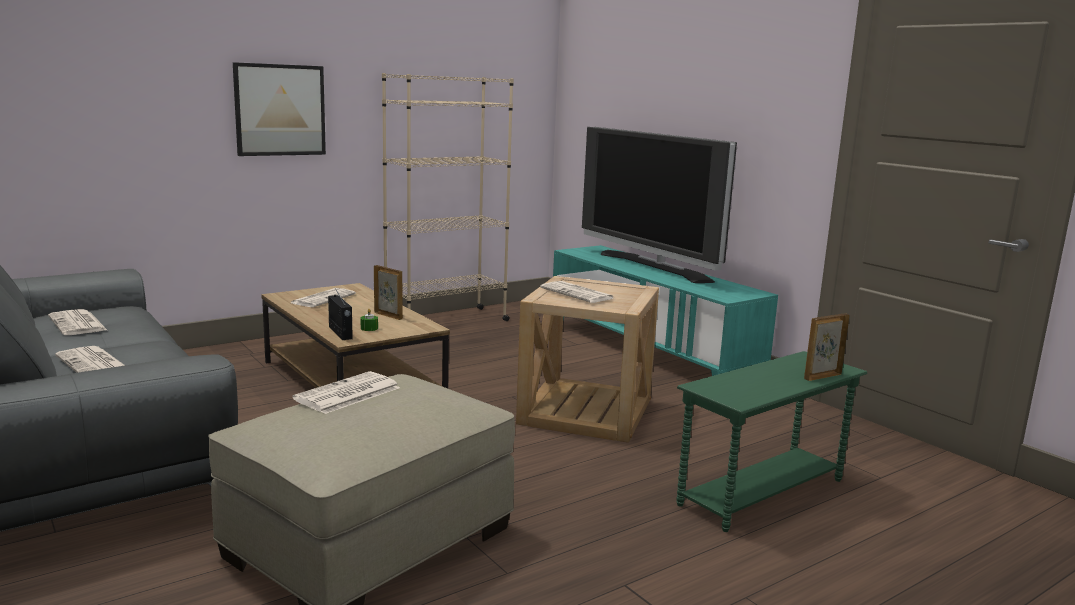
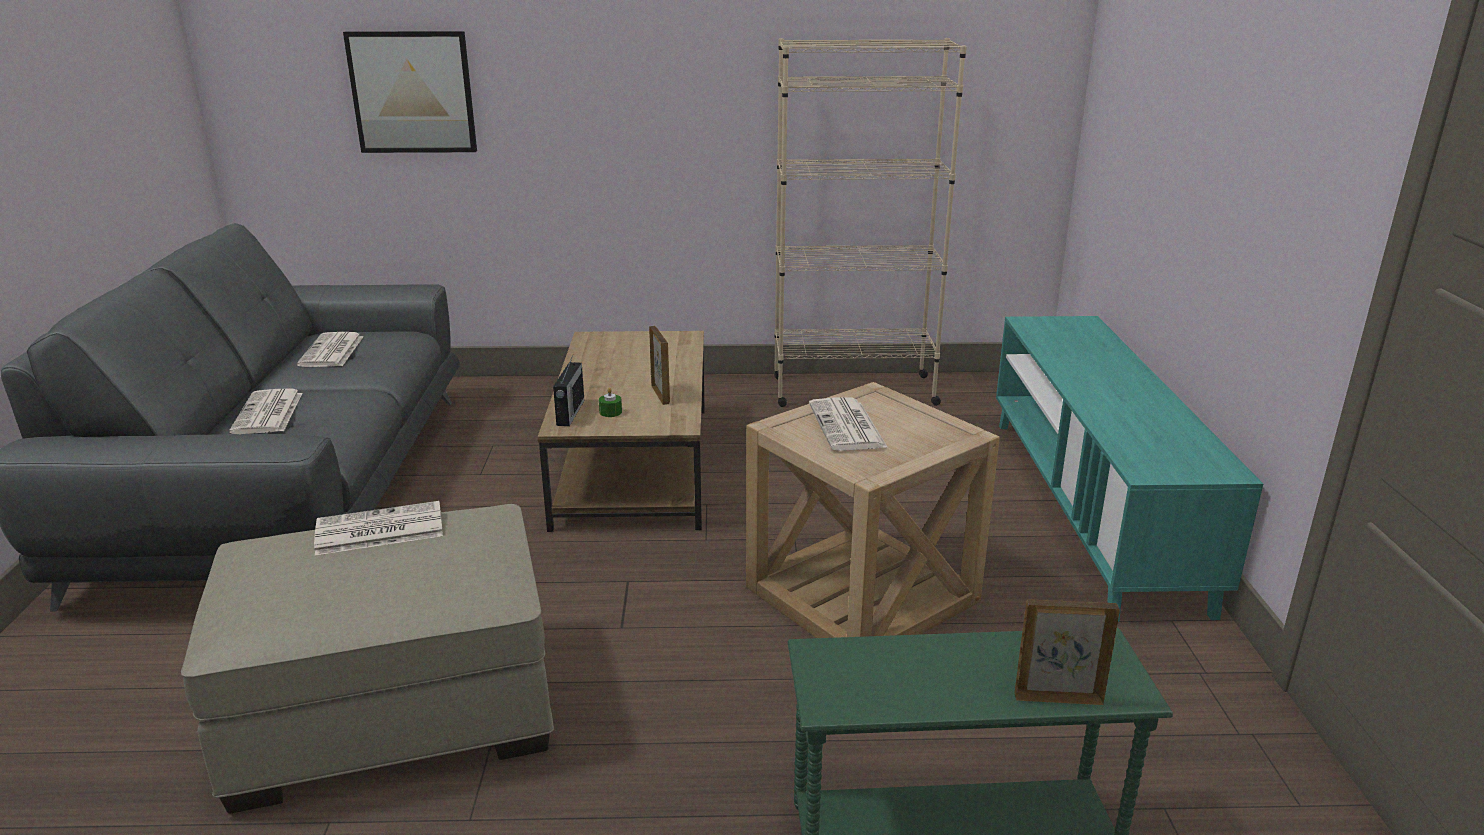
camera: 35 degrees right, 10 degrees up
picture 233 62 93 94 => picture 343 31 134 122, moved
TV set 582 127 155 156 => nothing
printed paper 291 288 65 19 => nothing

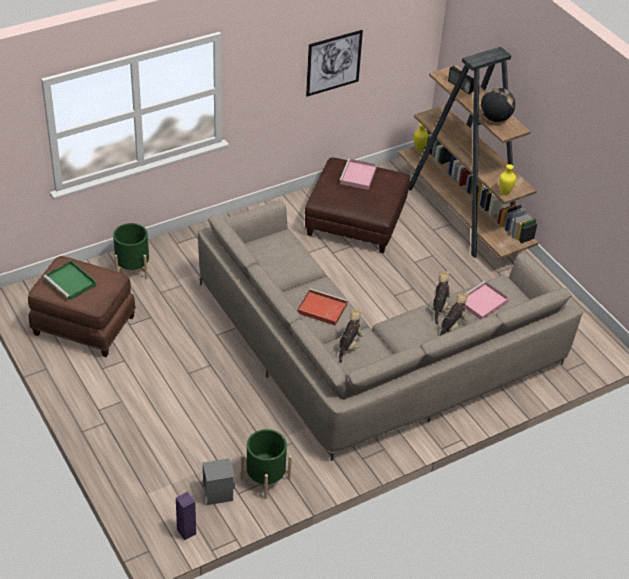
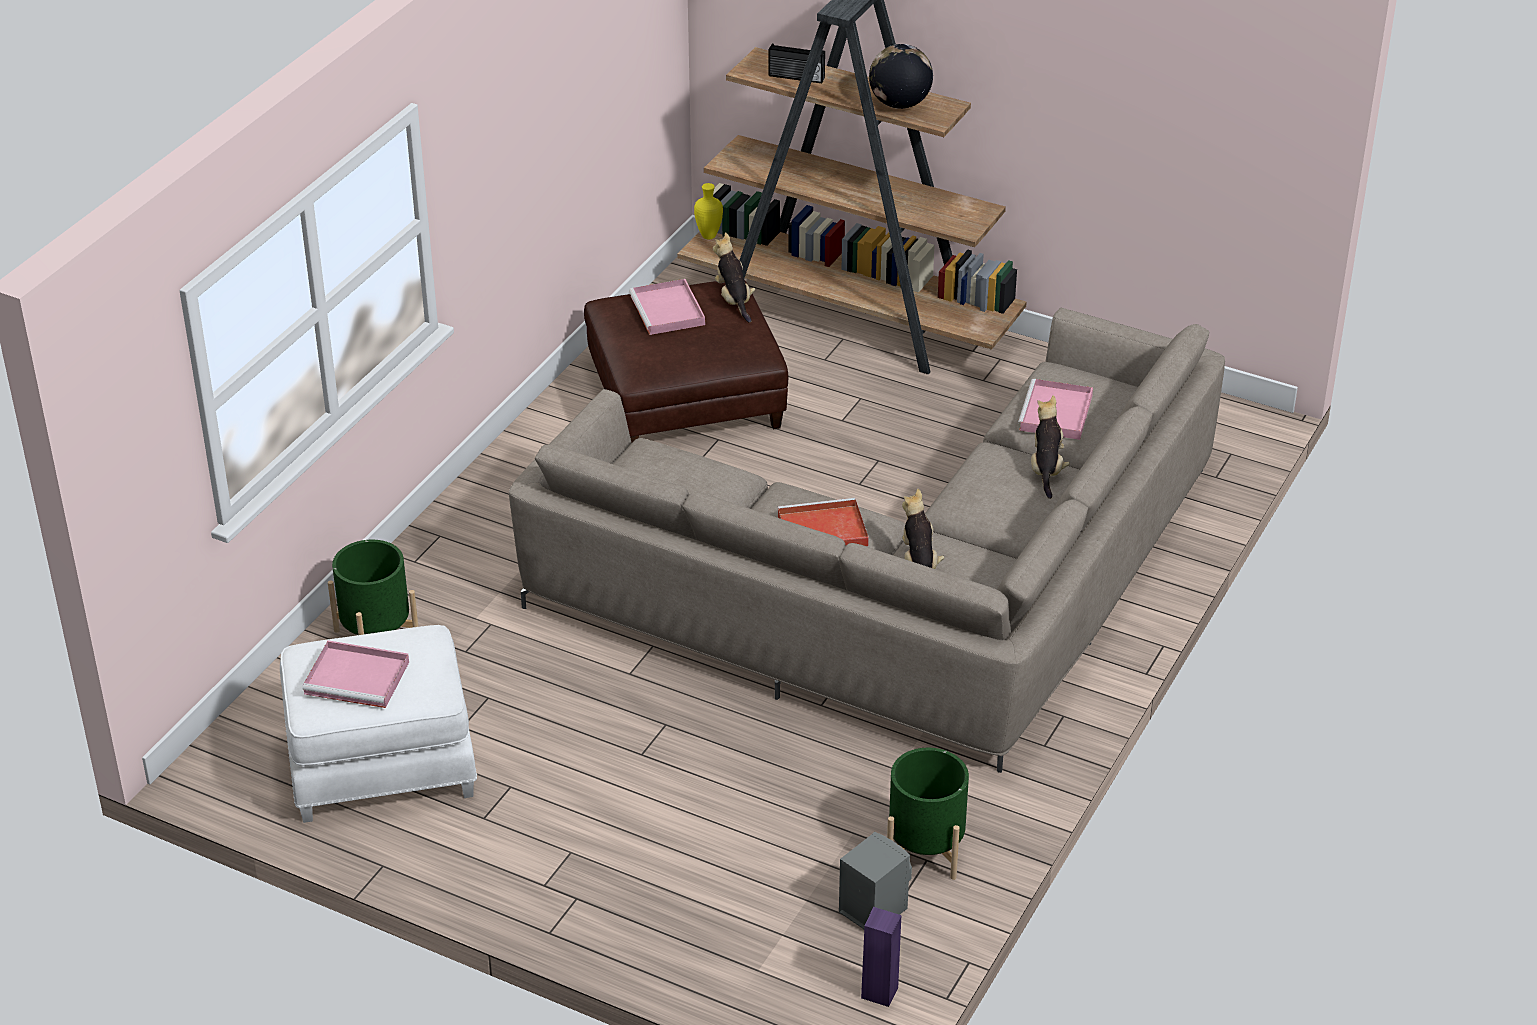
camera: 30 degrees left, 5 degrees down
picture 306 30 57 67 => nothing
yellow-coloured decorative vase 499 164 17 31 => nothing
brown pouffe 28 256 108 101 => white pouffe 280 625 197 198
green carrying tray 44 261 52 40 => pink-coloured carrying tray 302 640 107 68
cuddly toy 431 270 20 55 => cuddly toy 713 232 42 91, moved

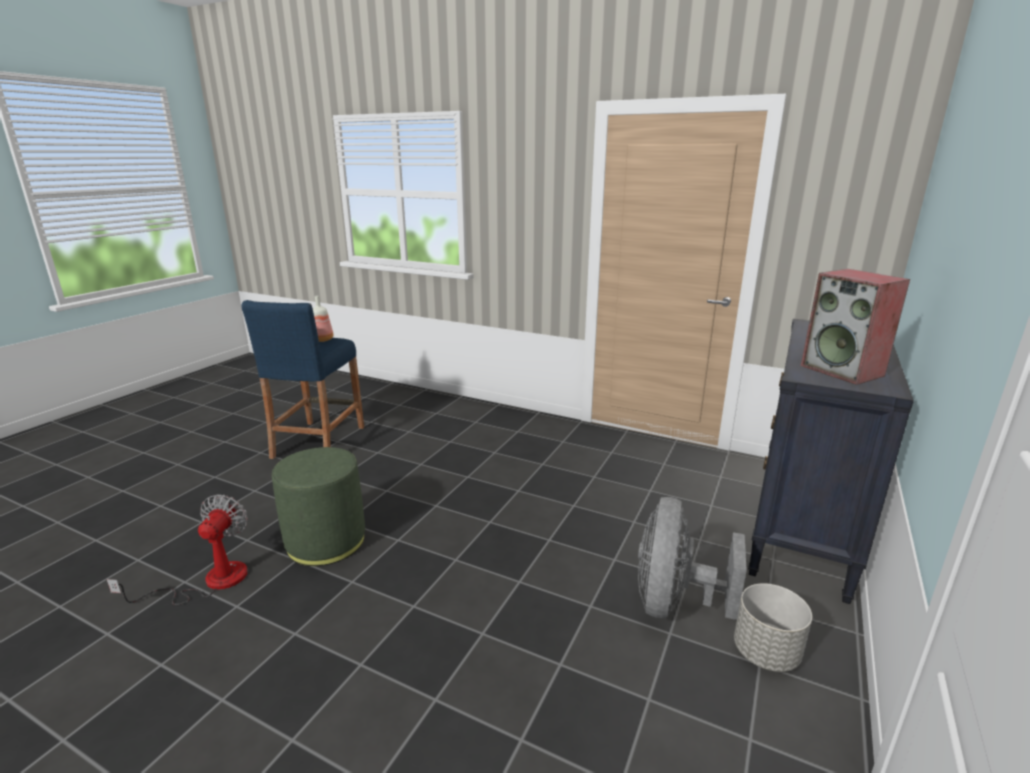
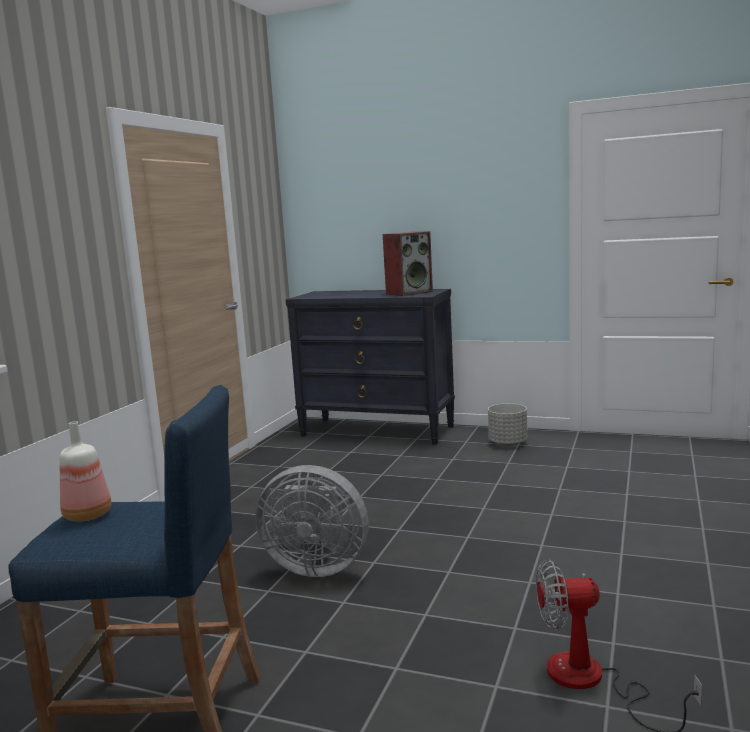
camera: 95 degrees left, 10 degrees down
green pouffe 272 447 93 119 => nothing
grey fan 638 497 109 123 => grey fan 256 465 113 112, moved

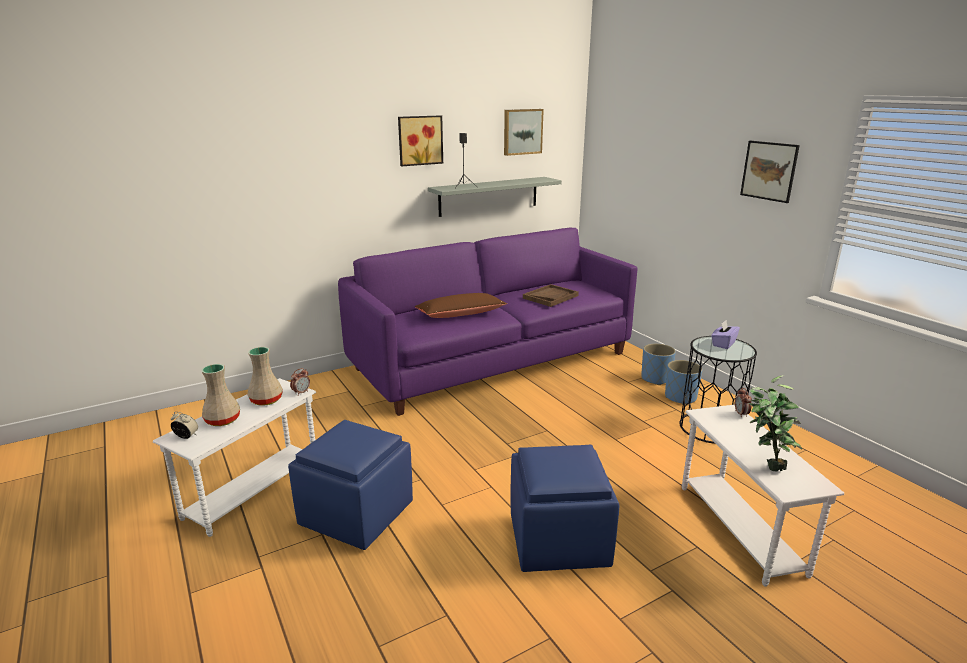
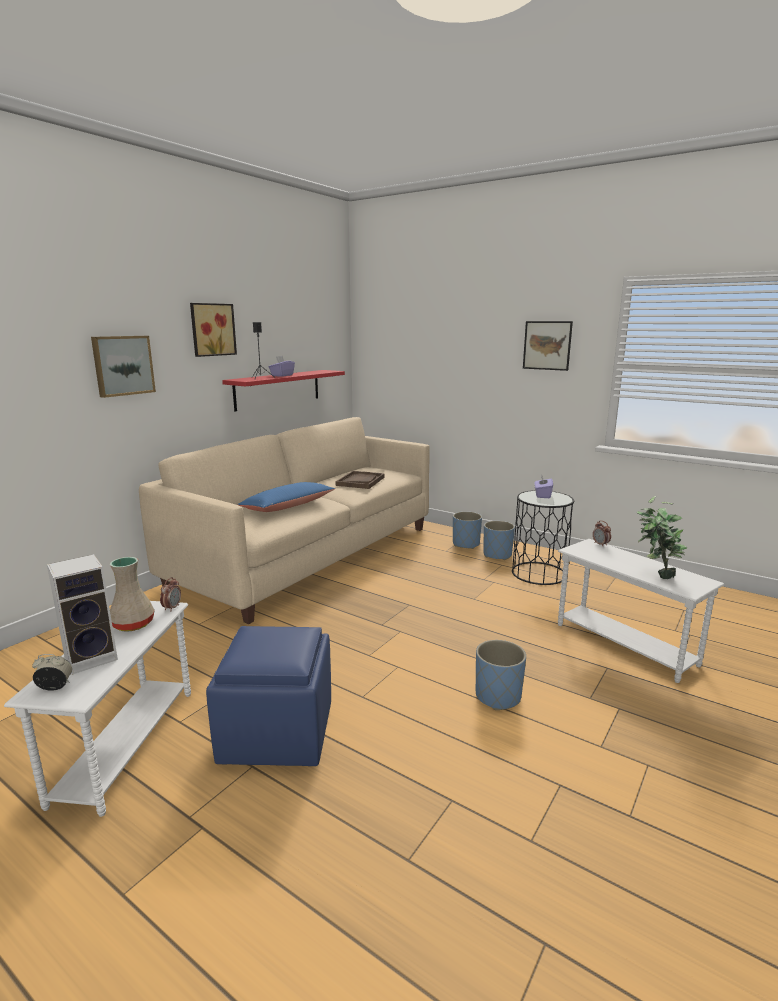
camera: 25 degrees left, 5 degrees down
picture 504 109 40 47 => picture 91 336 65 62, moved
grey shelf 428 177 134 40 => reddish shelf 222 370 123 42
purplish settee 338 228 299 188 => beige settee 139 417 291 207
brown cushion 415 293 92 25 => bluish cushion 237 482 98 30
beige decorative vase 201 364 39 62 => speaker 47 554 71 121
bluish pouffe 511 445 108 127 => bluish plant pot 476 640 50 70
nothing => purplish box of tissues 269 356 26 21

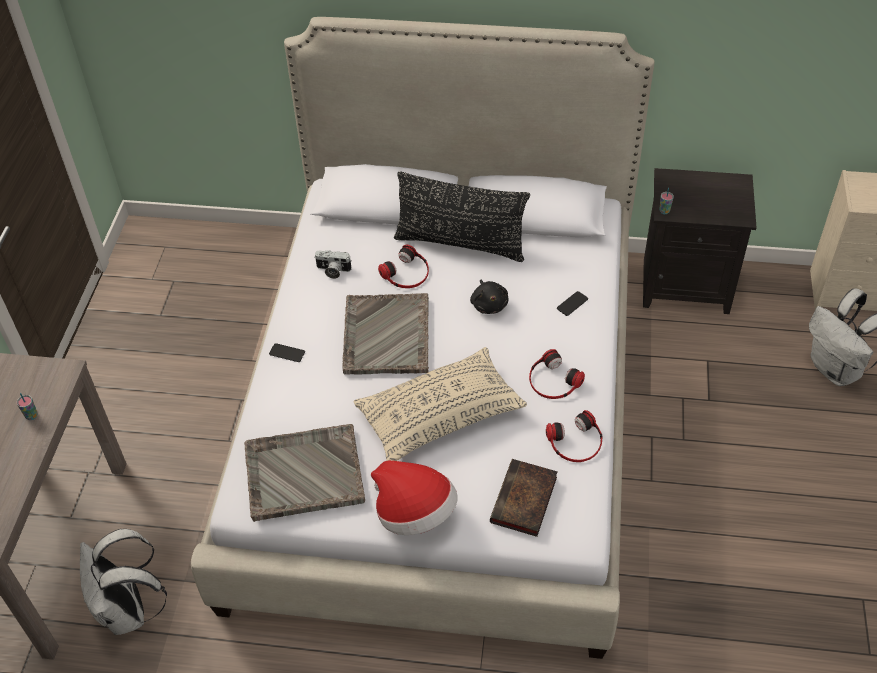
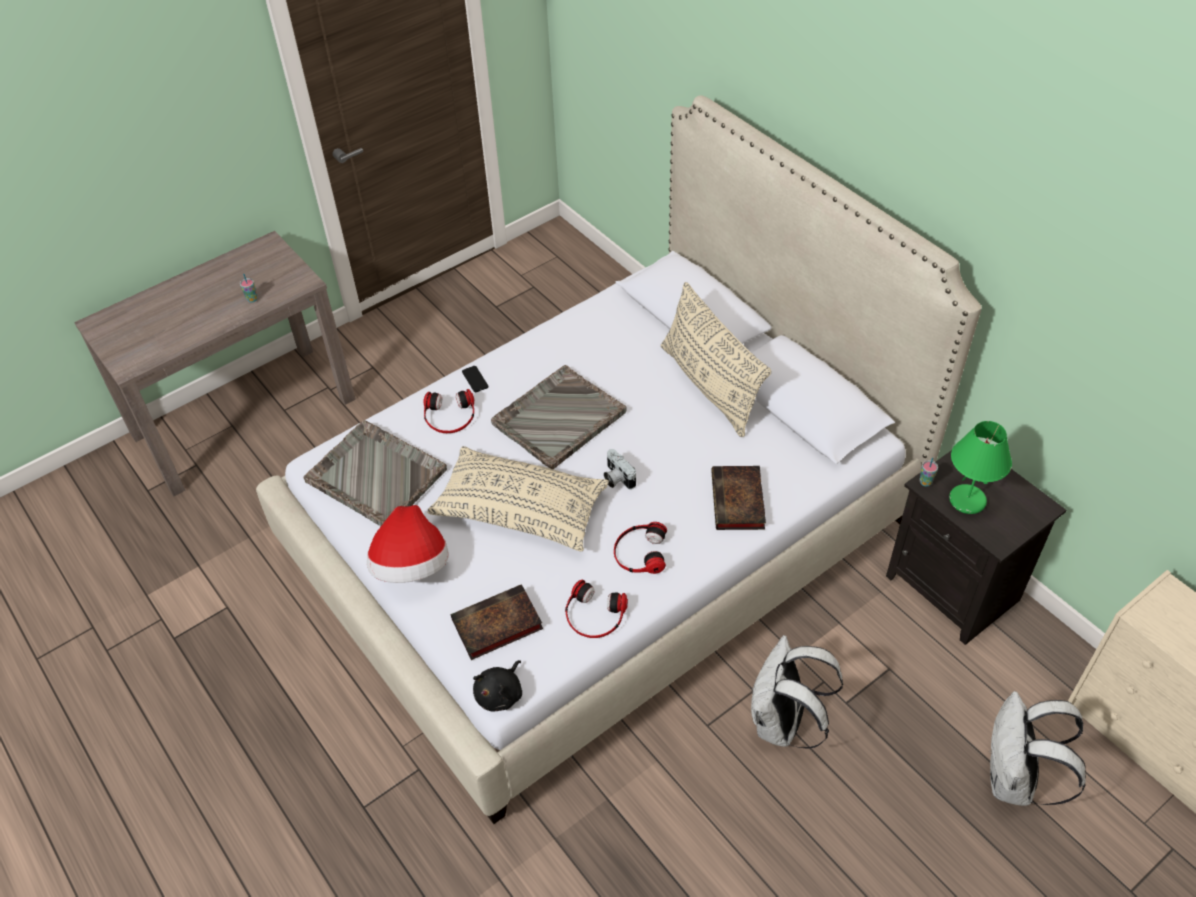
camera: 45 degrees right, 0 degrees up
black-coloured cushion 394 172 136 90 => beige cushion 661 282 111 155
pair of headphones 378 245 51 43 => pair of headphones 423 389 52 44, moved
still camera 314 250 38 29 => still camera 604 449 32 40, moved
black-coloured cuddly toy 470 280 38 34 => black-coloured cuddly toy 473 660 49 52, moved
telephone 557 291 31 25 => volume 711 466 55 64
white knapsack 80 529 87 106 => white knapsack 751 635 92 114, moved
nothing => green lamp for a table 949 421 63 93

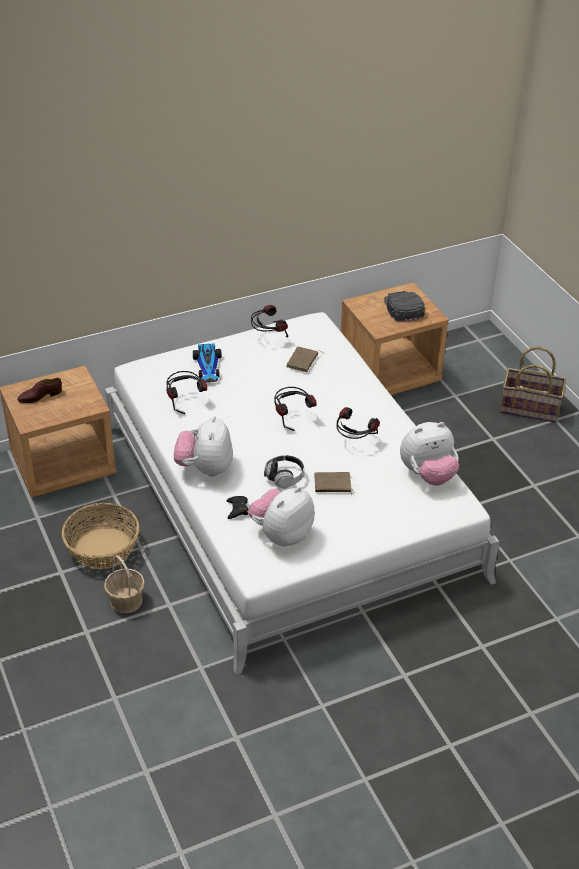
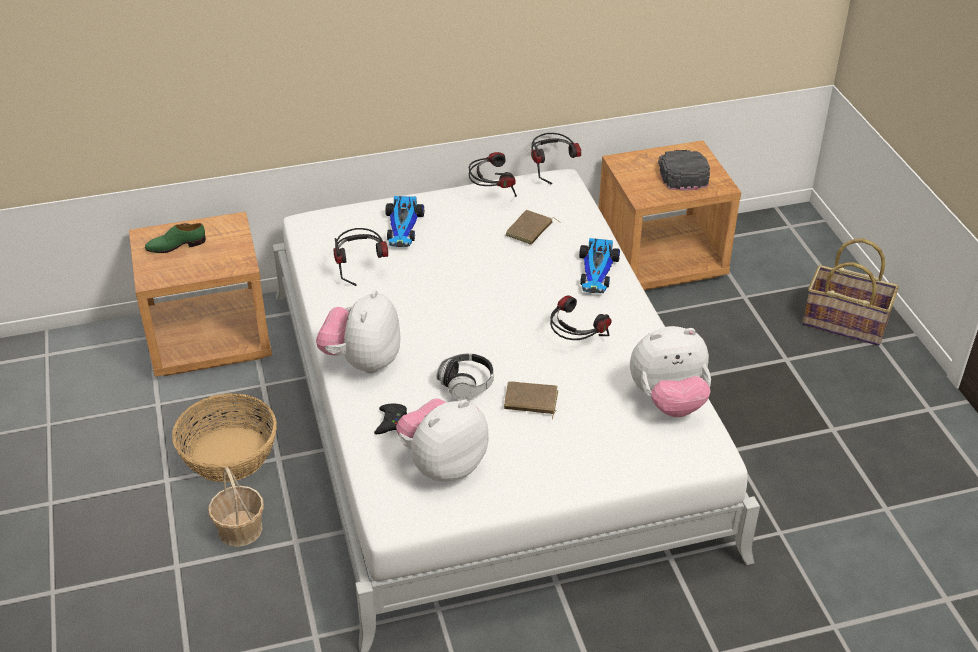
camera: 10 degrees right, 0 degrees up
brown item of footwear 17 378 45 25 => green item of footwear 145 223 61 30
pair of headphones 274 387 43 44 => pair of headphones 531 133 50 52, moved
nothing => miniature car 579 238 41 55

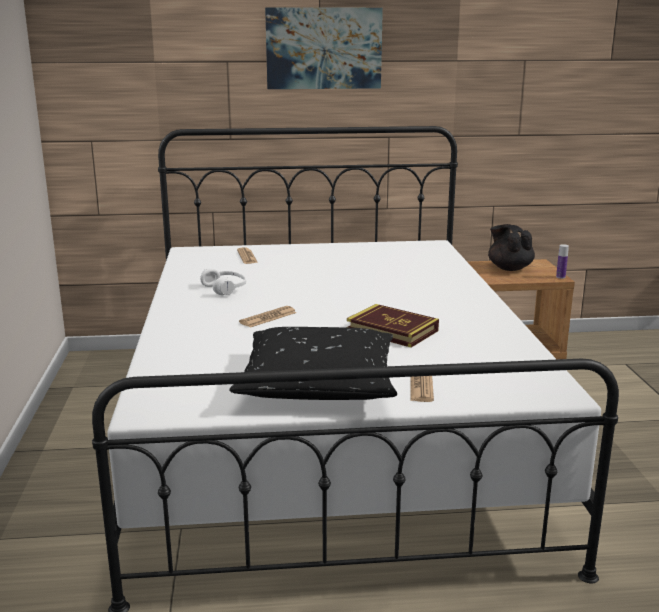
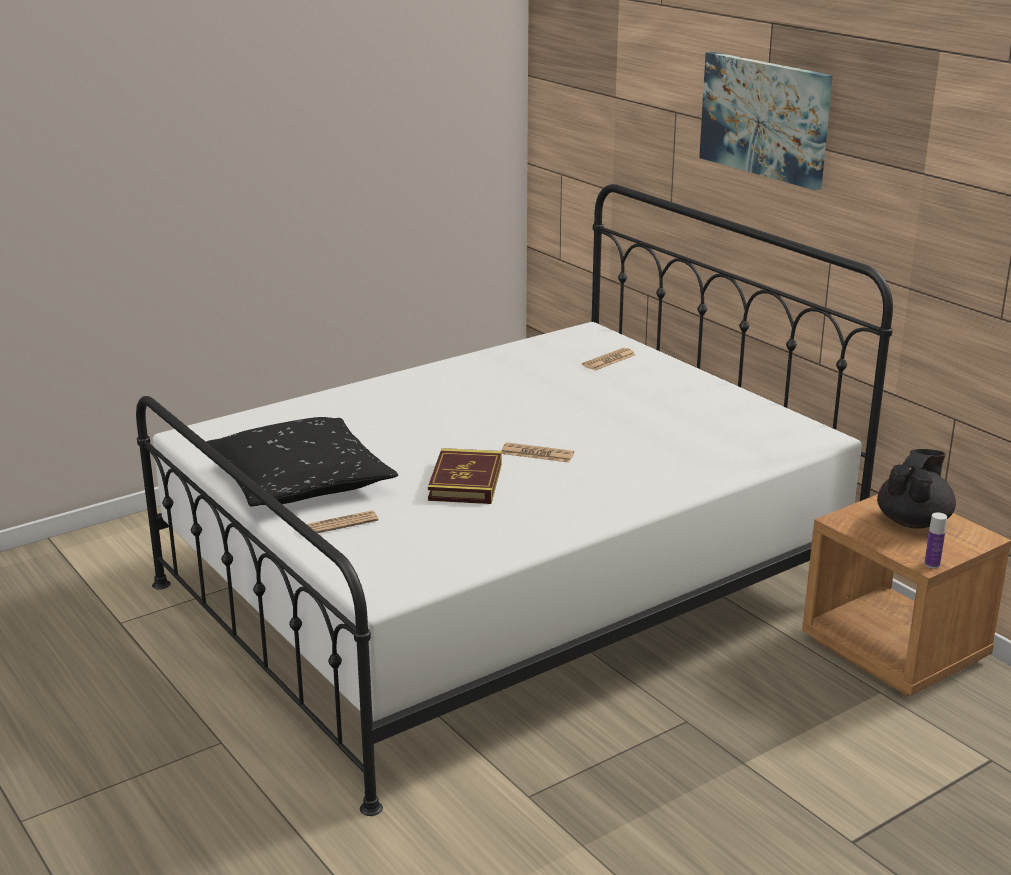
camera: 60 degrees right, 5 degrees up
white pair of headphones 200 269 46 26 => nothing
printed paper 239 306 58 22 => printed paper 502 442 72 20, moved

